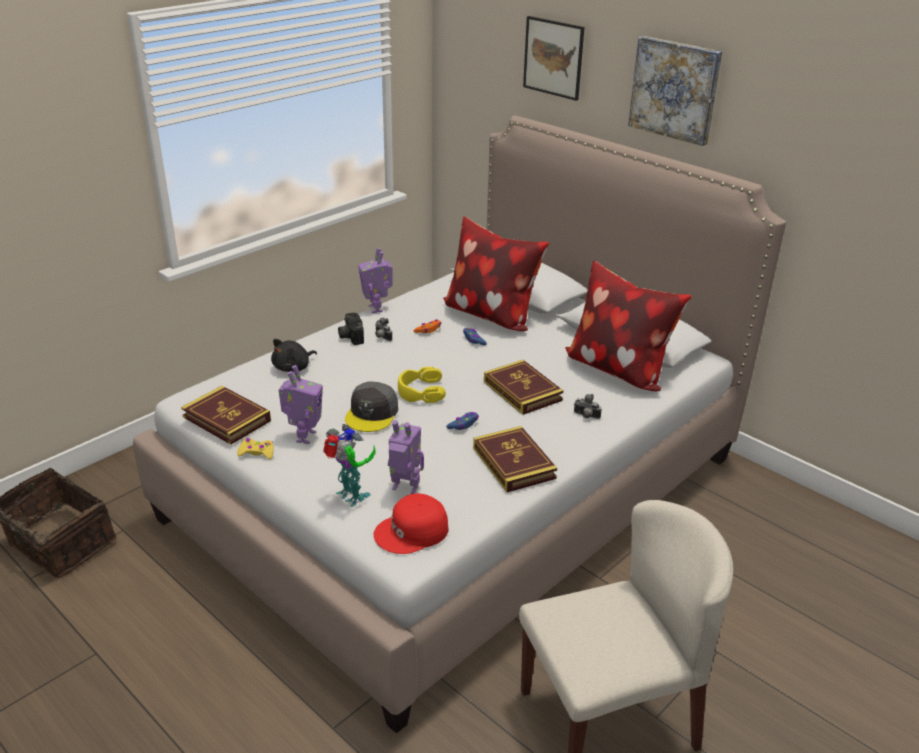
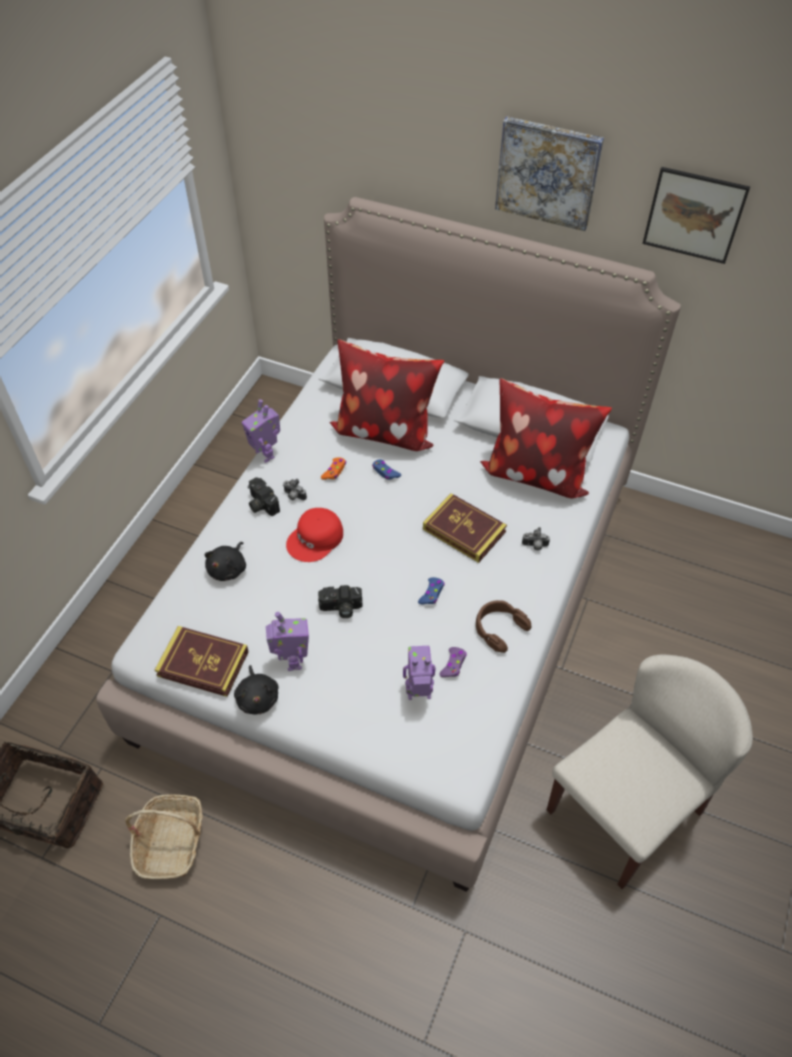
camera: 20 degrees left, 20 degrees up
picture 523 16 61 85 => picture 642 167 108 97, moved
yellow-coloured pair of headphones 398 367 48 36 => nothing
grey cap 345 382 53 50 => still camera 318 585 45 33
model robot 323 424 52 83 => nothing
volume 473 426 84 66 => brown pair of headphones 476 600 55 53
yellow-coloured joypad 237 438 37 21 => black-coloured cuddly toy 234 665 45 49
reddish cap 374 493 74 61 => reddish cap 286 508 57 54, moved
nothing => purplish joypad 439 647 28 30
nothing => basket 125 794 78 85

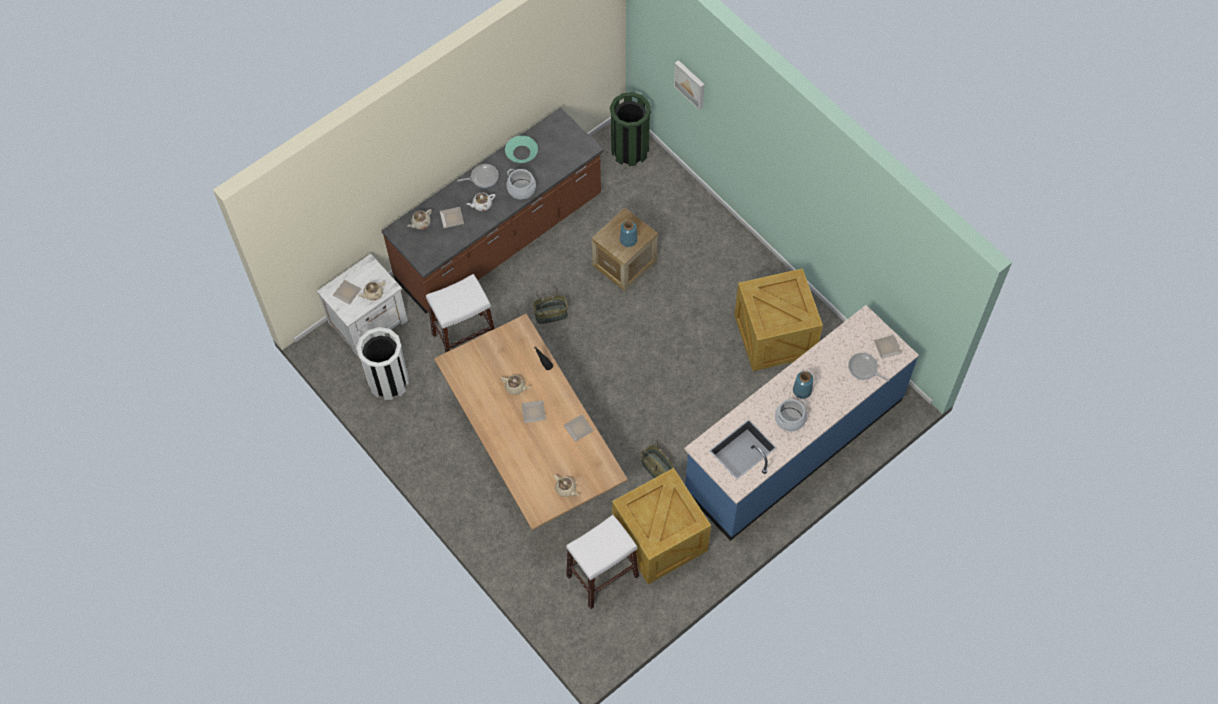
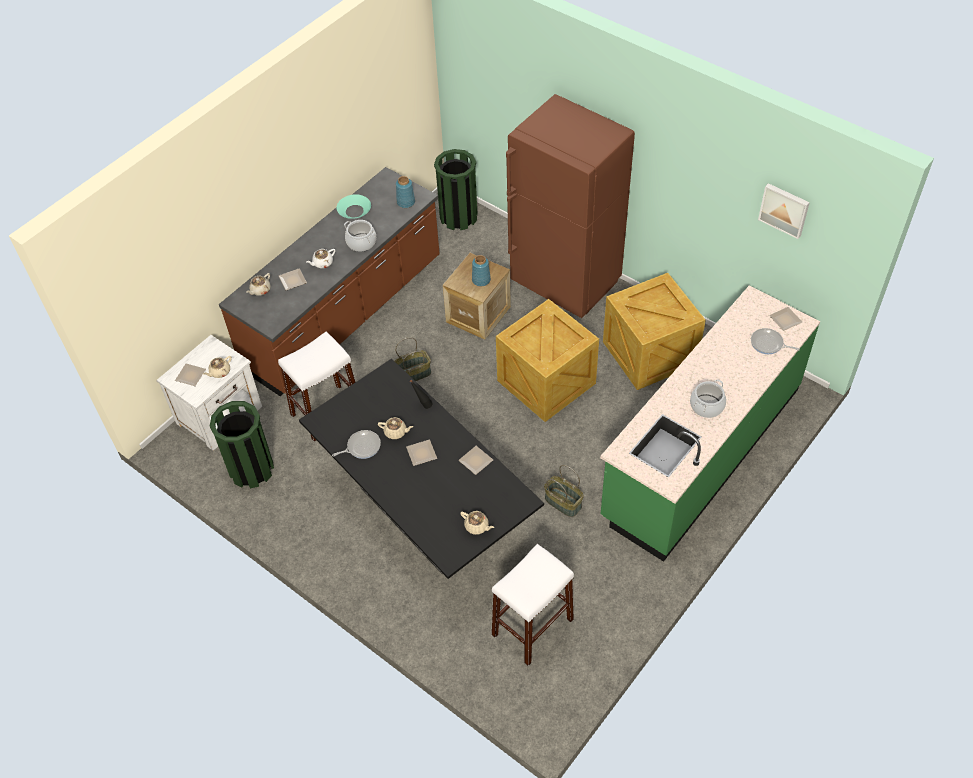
camera: 10 degrees left, 10 degrees down
picture 674 60 31 50 => picture 758 183 52 56, moved
pan 457 164 42 24 => pan 332 430 49 29, moved
bluish kitchen base unit 684 305 235 236 => green kitchen base unit 600 285 220 277
beige dinner table 434 314 194 216 => black-coloured dinner table 299 359 245 220
white trash can 357 327 52 73 => green trash can 210 401 64 88
bluish decorative vase 793 371 20 28 => bluish decorative vase 396 176 19 32, moved
packing crate 612 468 99 116 => packing crate 496 299 103 123, moved
nothing => brown refrigerator 506 94 129 224

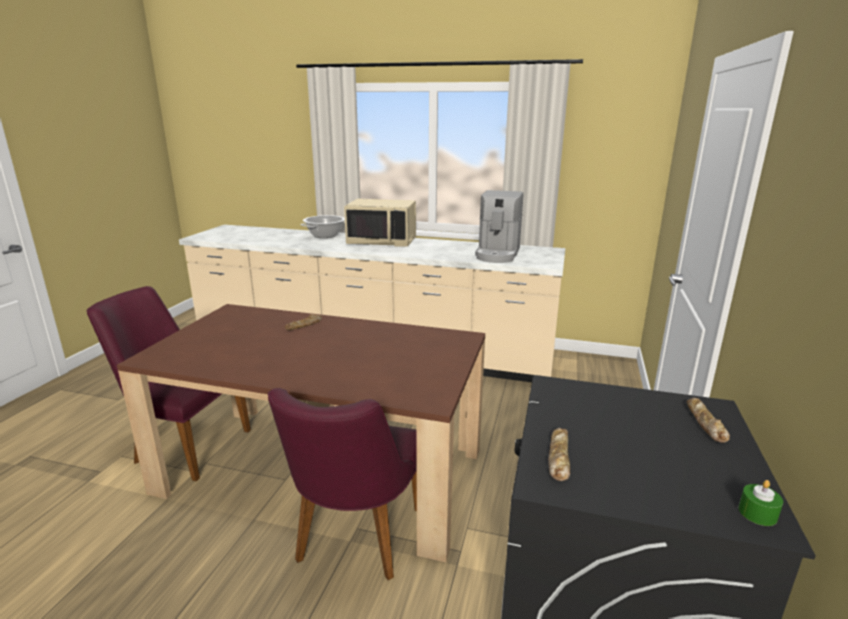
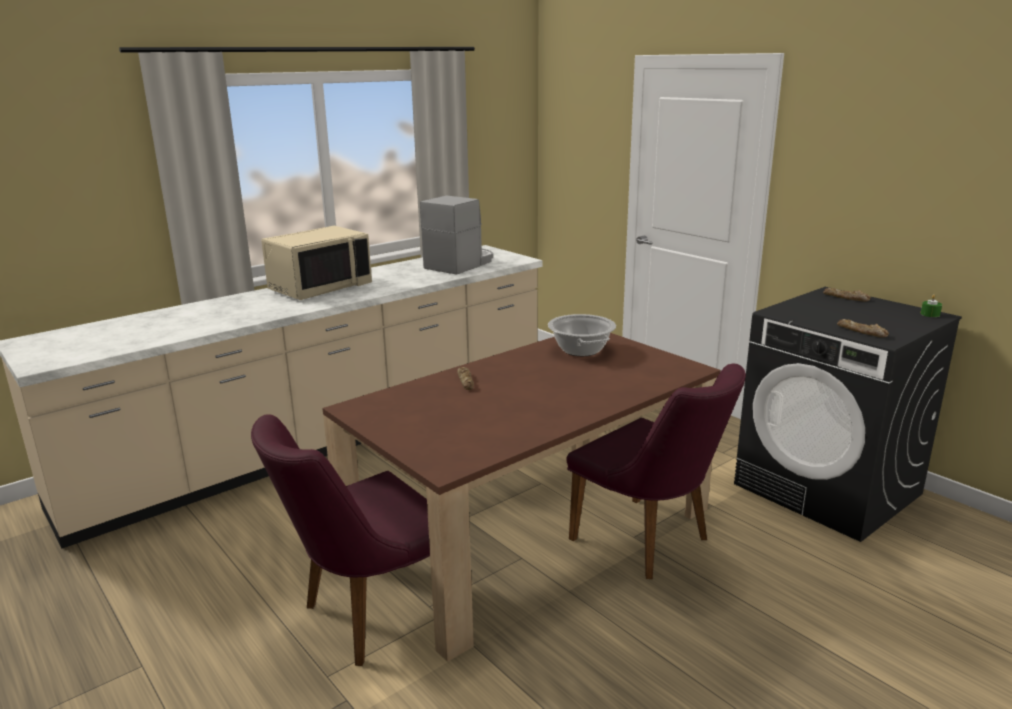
camera: 55 degrees left, 0 degrees up
coffee brewer 475 190 48 73 => coffee brewer 420 196 73 79, 105 degrees counterclockwise
saucepot 301 215 44 23 => saucepot 548 314 68 42, moved

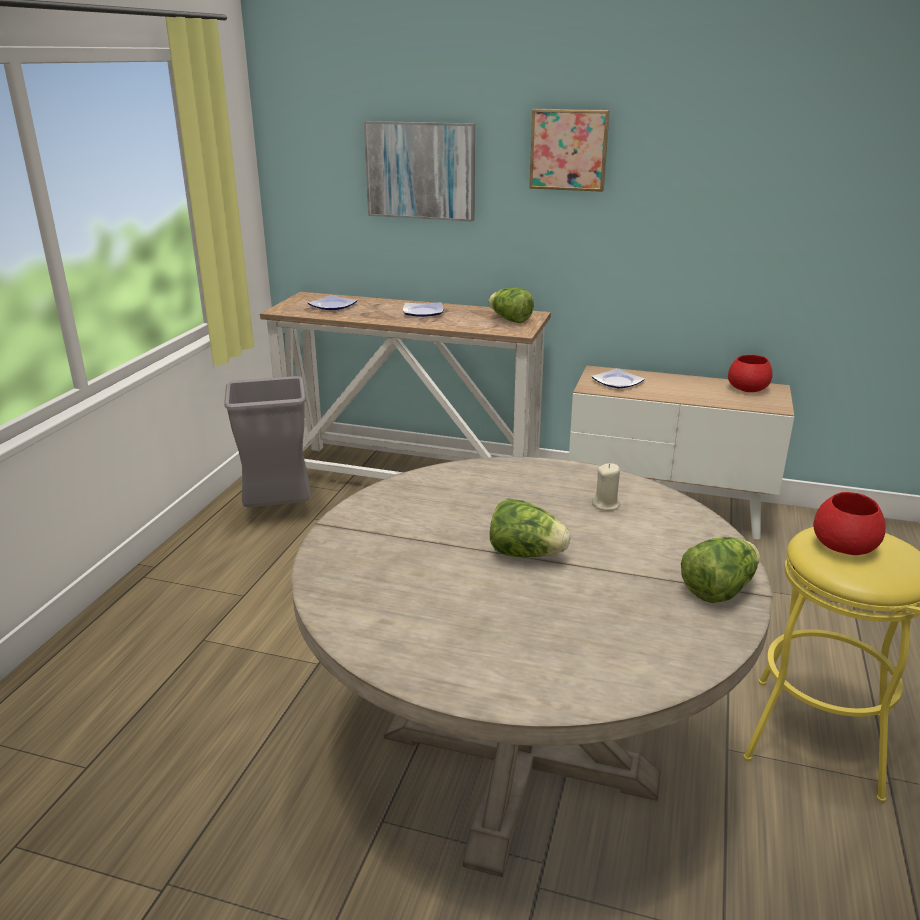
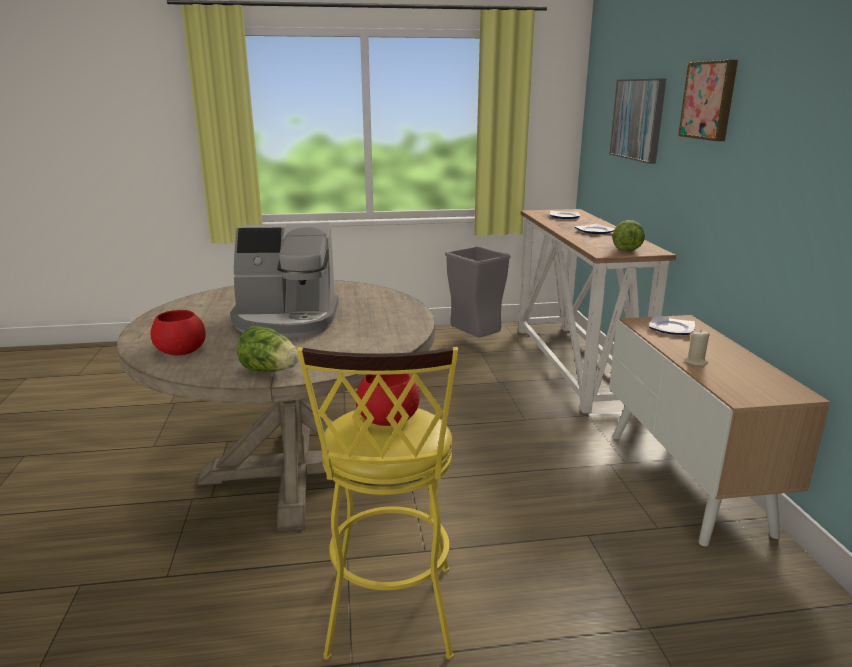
camera: 65 degrees right, 5 degrees down
reddish deep dish 728 355 45 37 => reddish deep dish 150 310 56 45, moved
beige wax light 592 463 29 47 => beige wax light 685 330 24 36, moved
lettuce 490 498 81 59 => coffee brewer 230 224 109 114

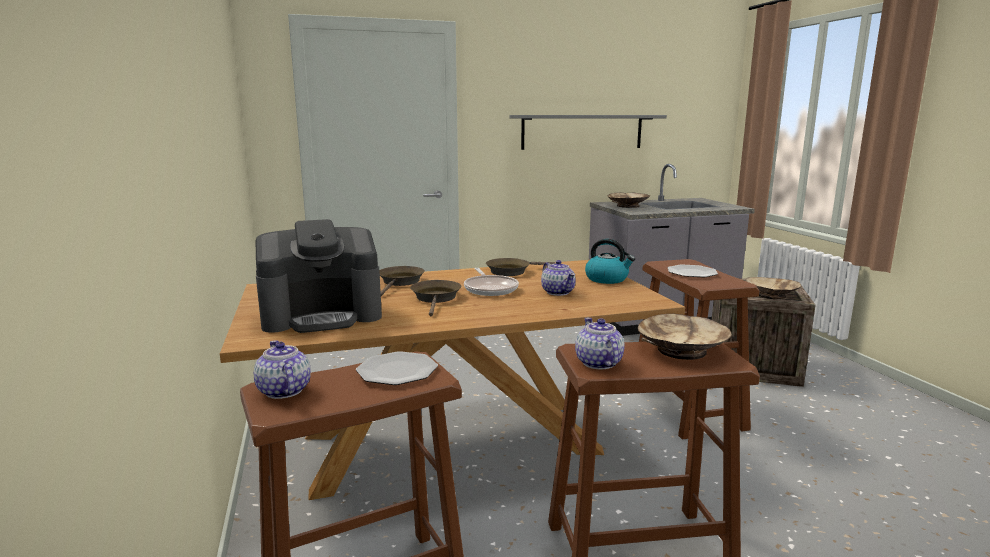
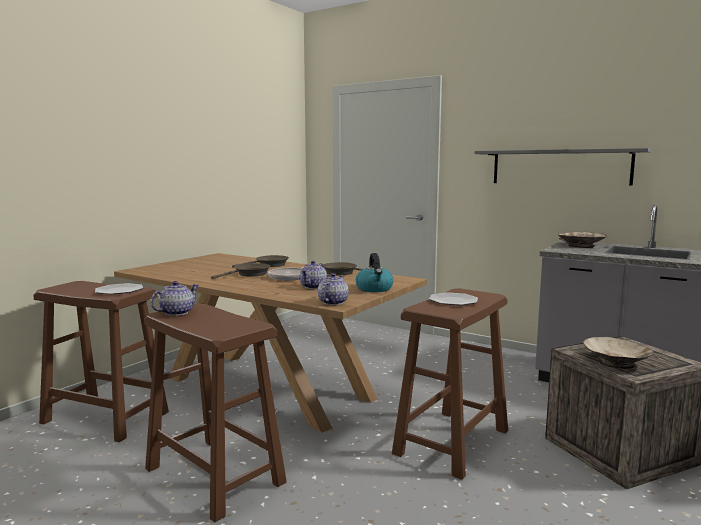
camera: 50 degrees right, 5 degrees down
coffee brewer 256 219 126 114 => nothing
beige deep dish 638 314 94 46 => nothing
teapot 254 340 57 59 => teapot 318 273 31 32, moved

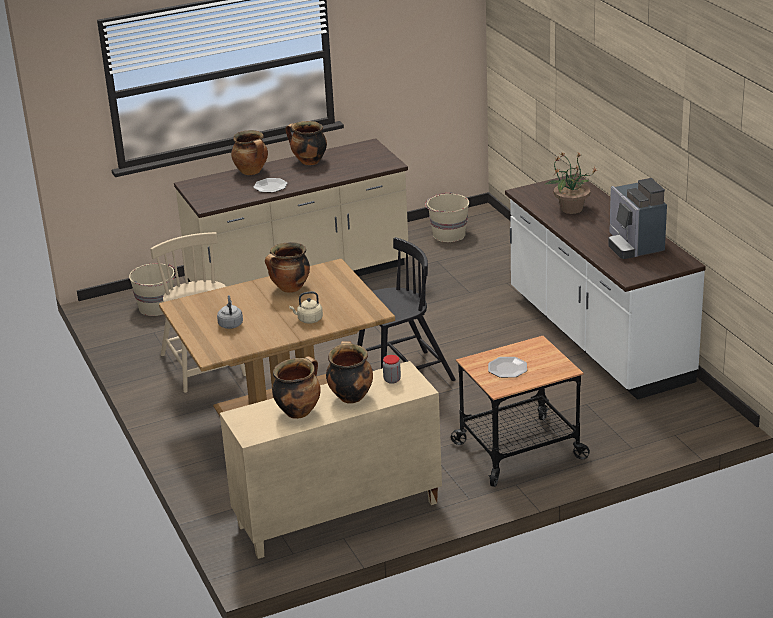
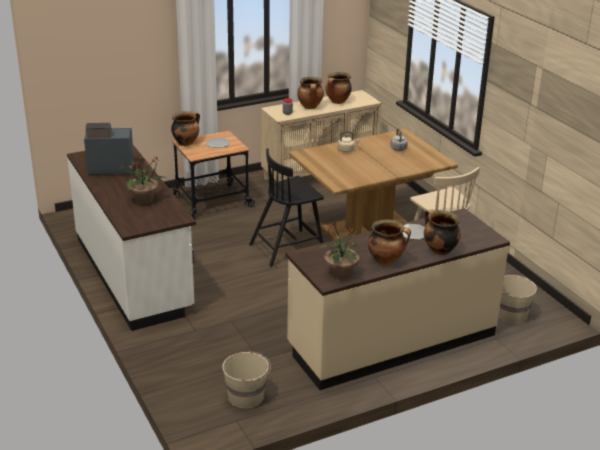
camera: 175 degrees right, 0 degrees up
coffee brewer 608 178 59 81 => coffee brewer 84 123 50 52, 75 degrees counterclockwise
saucepot 265 242 45 51 => saucepot 171 111 29 35, moved
nothing => houseplant 319 223 40 57

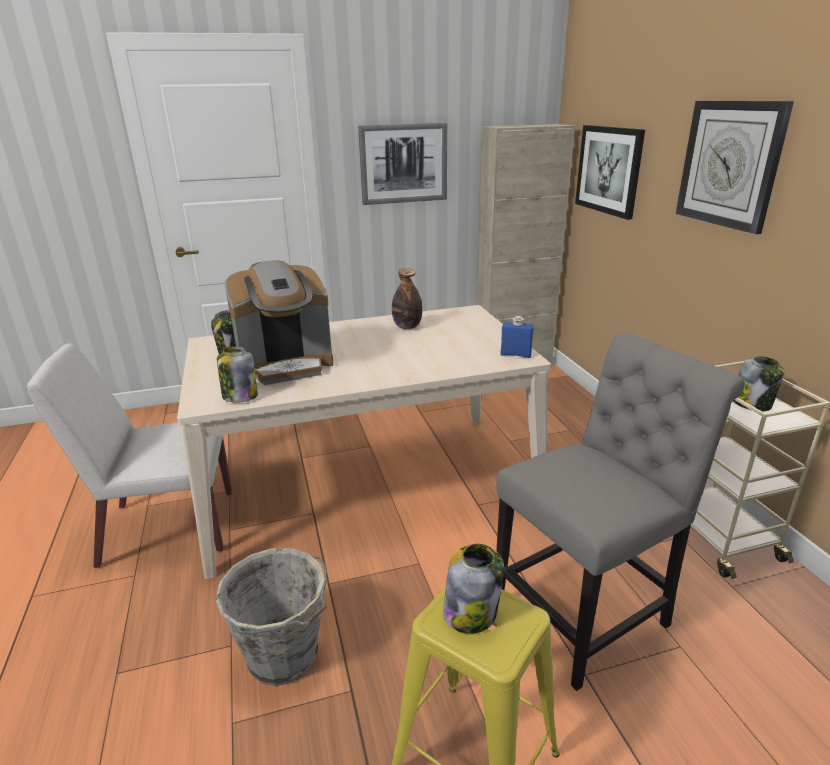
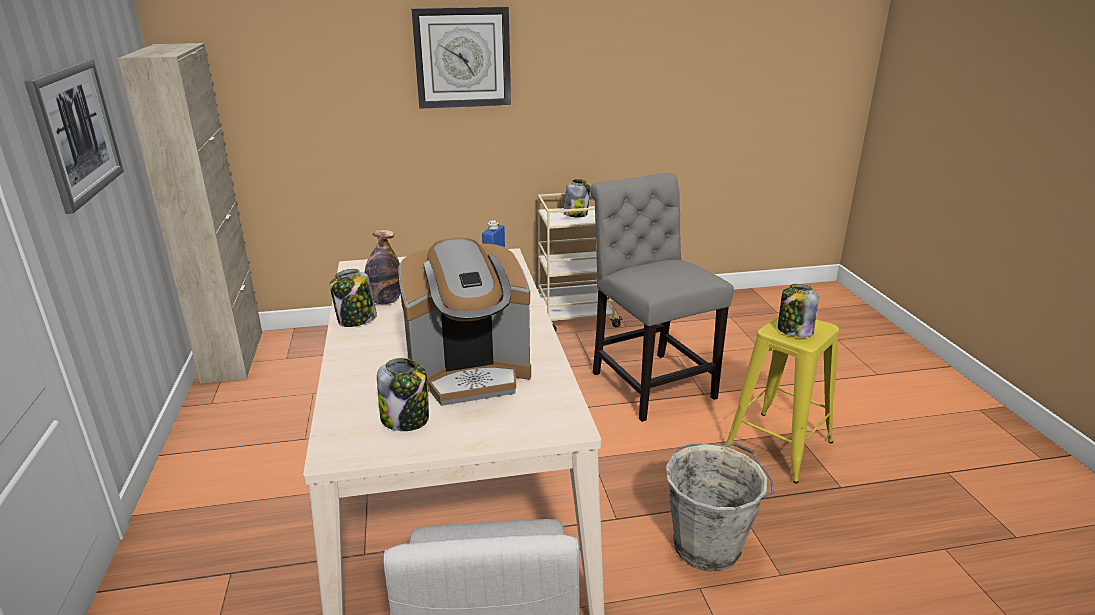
camera: 85 degrees left, 0 degrees up
picture 575 125 70 95 => nothing
coffee brewer 225 260 109 125 => coffee brewer 398 238 133 168, 90 degrees clockwise
storage jar 217 346 41 57 => storage jar 330 269 47 58, moved

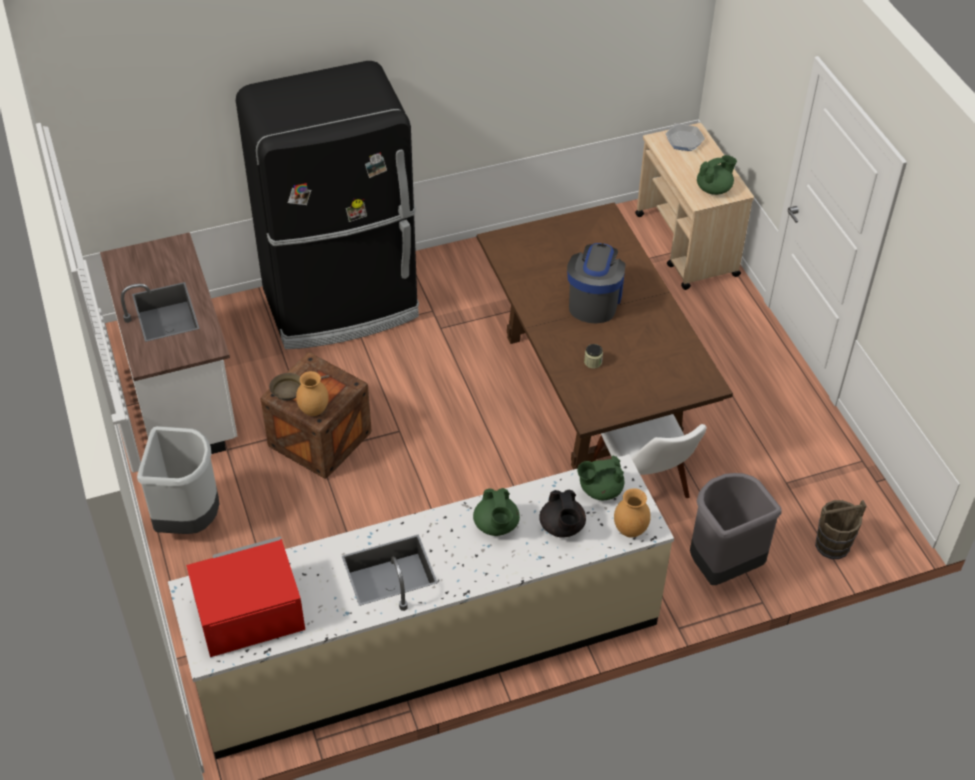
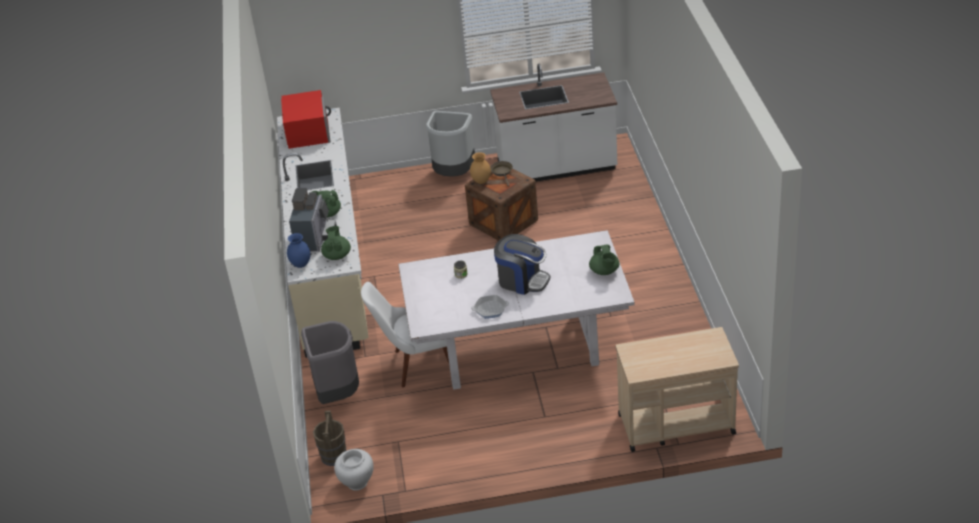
camera: 105 degrees right, 10 degrees down
black-coloured refrigerator 236 61 183 288 => nothing
pan 665 123 40 28 => pan 471 295 38 24, moved
green teapot 697 155 40 40 => green teapot 589 245 30 30, moved
brown dinner table 477 202 256 268 => white dinner table 398 230 237 160
brown decorative vase 614 488 37 49 => bluish decorative vase 287 233 23 35
black-coloured teapot 539 490 47 48 => coffee brewer 289 188 48 64
nothing => white decorative vase 334 449 40 42

